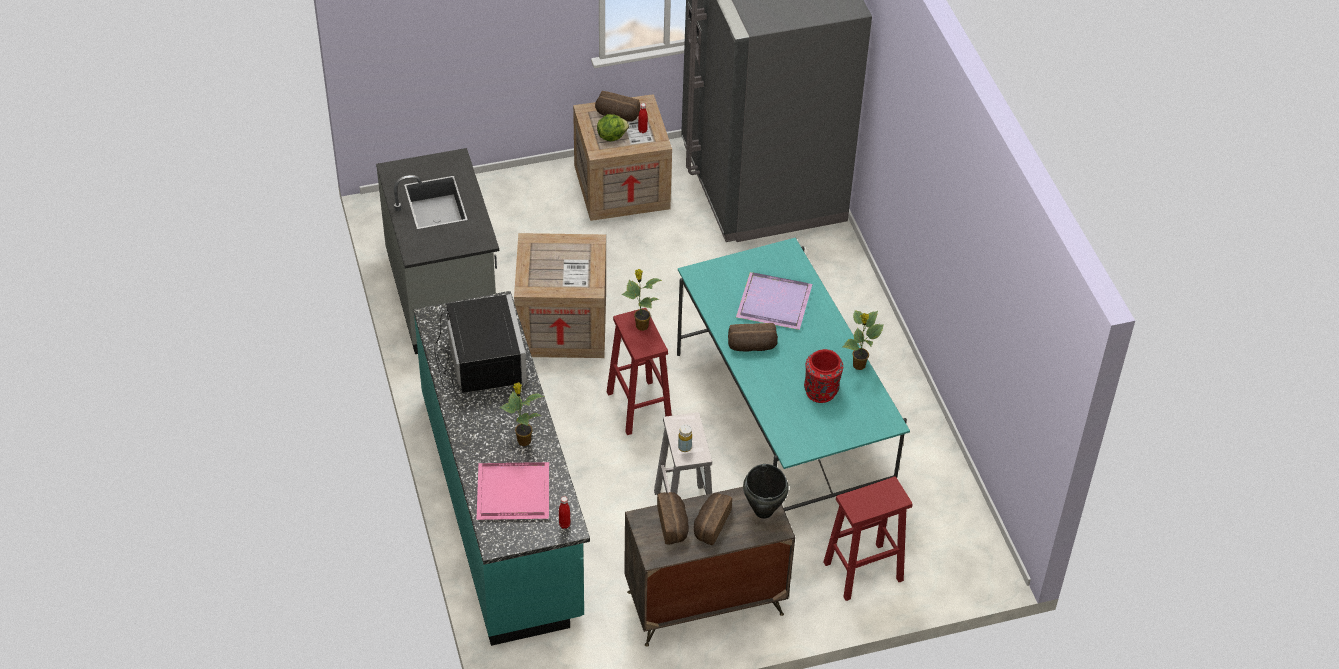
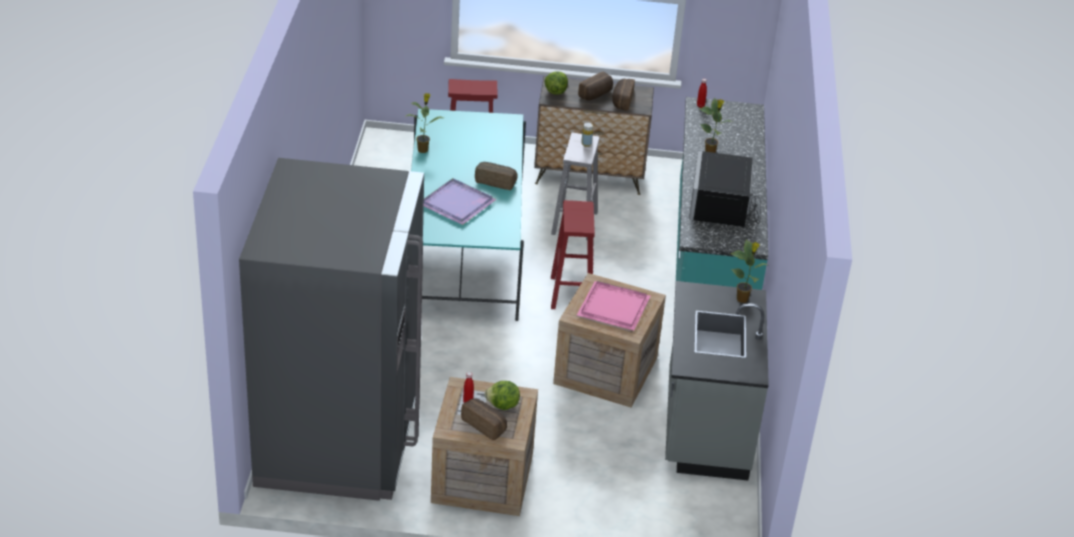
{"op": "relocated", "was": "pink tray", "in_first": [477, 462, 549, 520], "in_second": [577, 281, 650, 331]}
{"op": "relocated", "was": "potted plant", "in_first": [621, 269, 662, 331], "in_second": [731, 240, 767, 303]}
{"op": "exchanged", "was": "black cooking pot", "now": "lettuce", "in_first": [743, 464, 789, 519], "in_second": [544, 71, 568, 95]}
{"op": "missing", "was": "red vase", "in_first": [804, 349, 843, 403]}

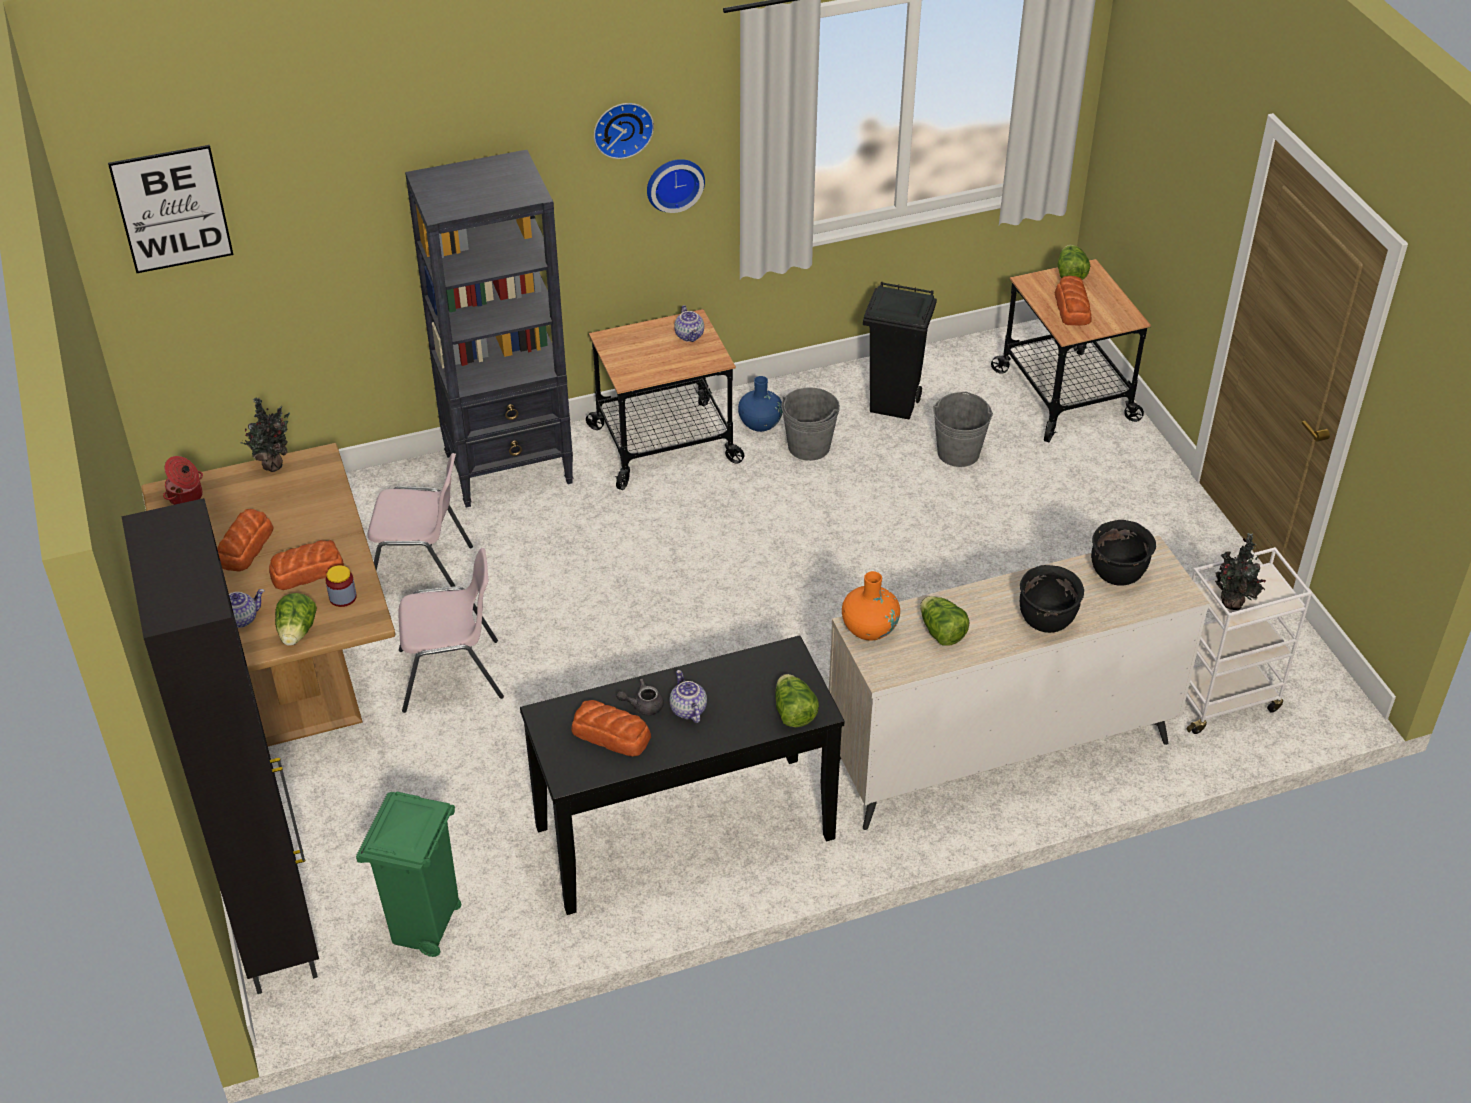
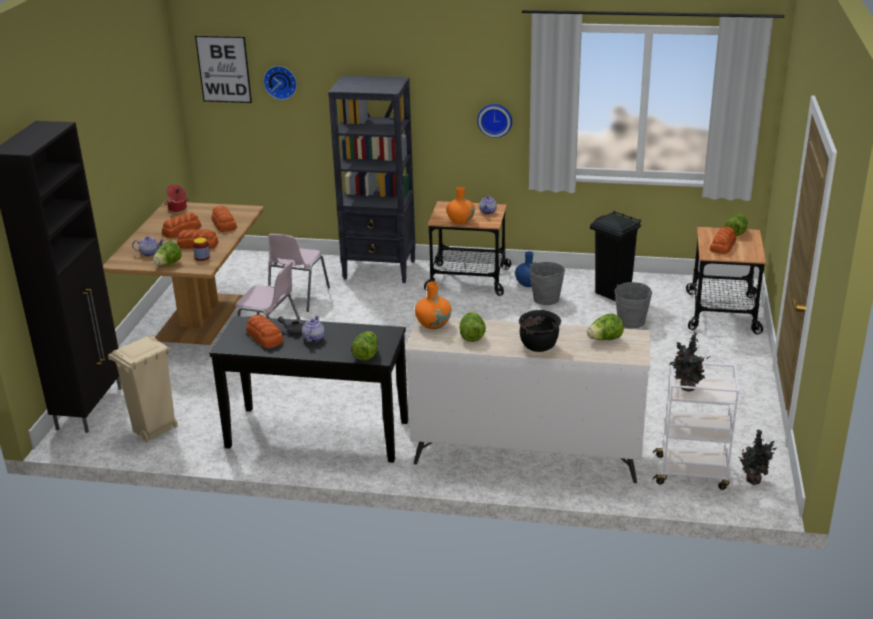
{"op": "relocated", "was": "potted plant", "in_first": [240, 397, 290, 472], "in_second": [739, 429, 777, 485]}
{"op": "colour", "was": "green trash can", "now": "beige trash can", "in_first": [356, 791, 461, 957], "in_second": [108, 335, 178, 443]}
{"op": "spun", "was": "pink chair", "in_first": [368, 453, 473, 587], "in_second": [268, 234, 330, 312], "clockwise": 75}
{"op": "relocated", "was": "wall clock", "in_first": [594, 103, 654, 159], "in_second": [263, 66, 297, 100]}
{"op": "exchanged", "was": "black cooking pot", "now": "lettuce", "in_first": [1091, 520, 1156, 586], "in_second": [587, 314, 624, 340]}
{"op": "appeared", "now": "bread", "in_second": [212, 206, 237, 232]}
{"op": "appeared", "now": "orange vase", "in_second": [447, 187, 475, 224]}

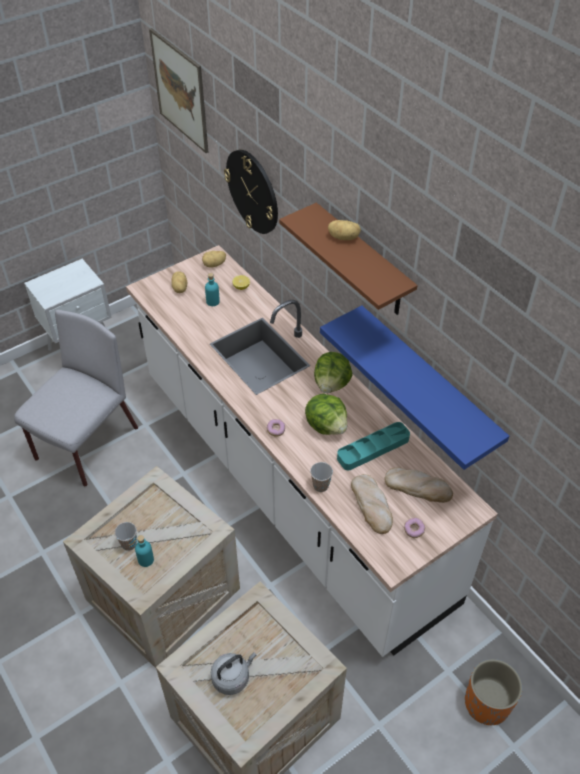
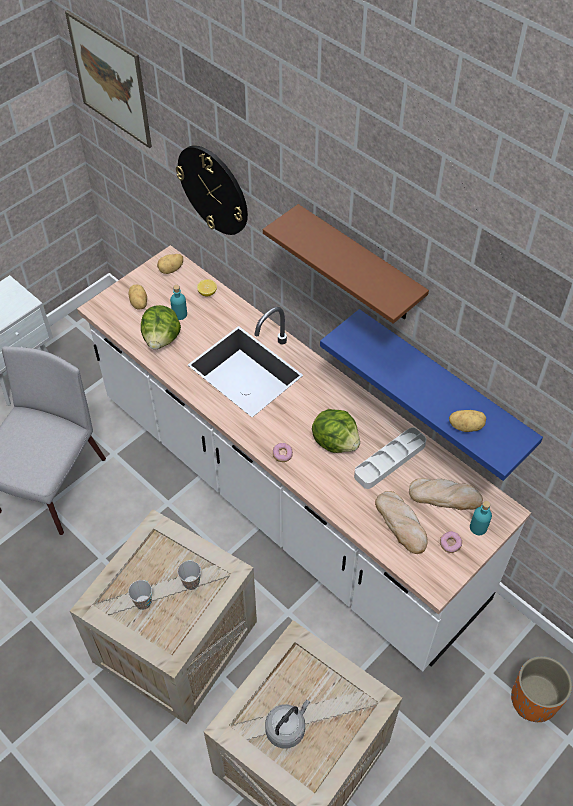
{"op": "relocated", "was": "turquoise bottle", "in_first": [135, 535, 154, 567], "in_second": [470, 501, 492, 535]}
{"op": "relocated", "was": "cup", "in_first": [310, 462, 333, 492], "in_second": [177, 560, 201, 590]}
{"op": "relocated", "was": "lettuce", "in_first": [314, 352, 353, 393], "in_second": [141, 305, 181, 350]}
{"op": "relocated", "was": "potato", "in_first": [328, 220, 361, 240], "in_second": [449, 410, 486, 432]}
{"op": "colour", "was": "turquoise tray", "now": "white tray", "in_first": [337, 422, 410, 470], "in_second": [354, 427, 426, 489]}

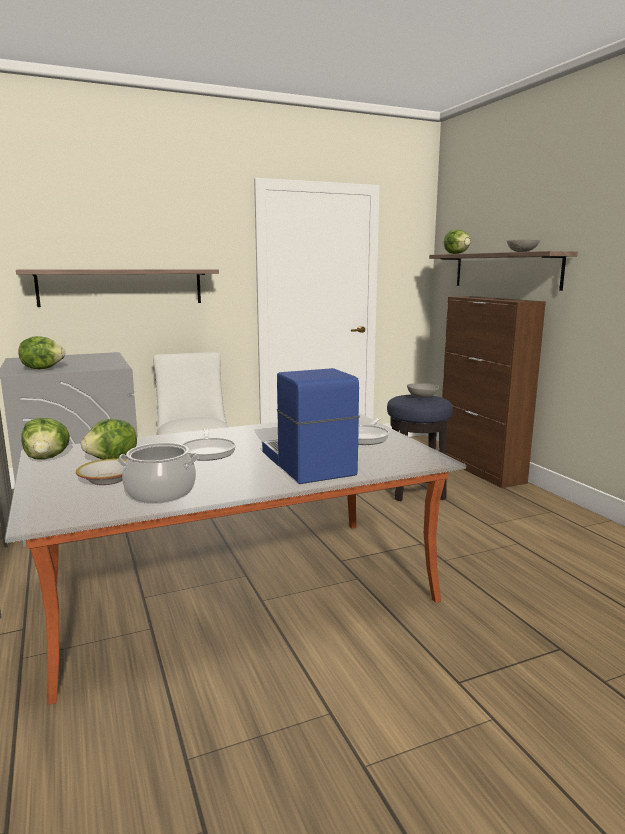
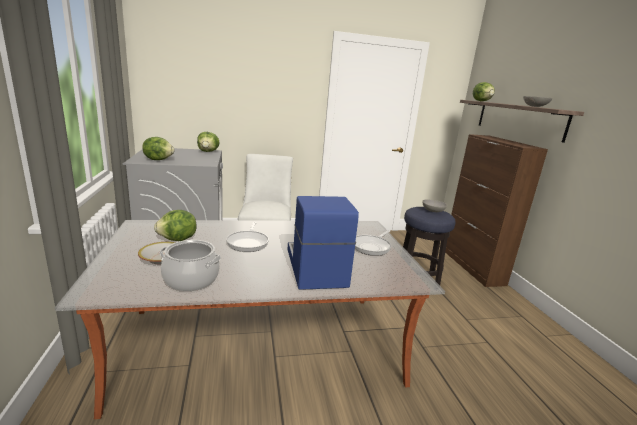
{"op": "missing", "was": "shelf", "in_first": [16, 269, 219, 307]}
{"op": "relocated", "was": "lettuce", "in_first": [22, 418, 70, 460], "in_second": [197, 132, 220, 152]}

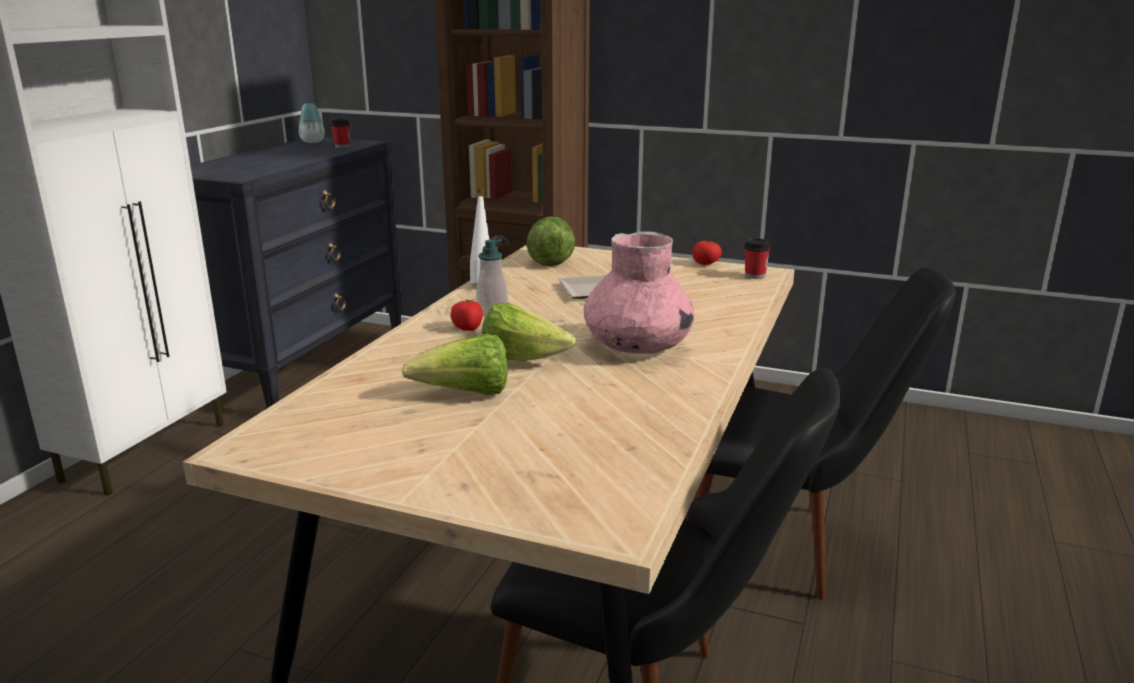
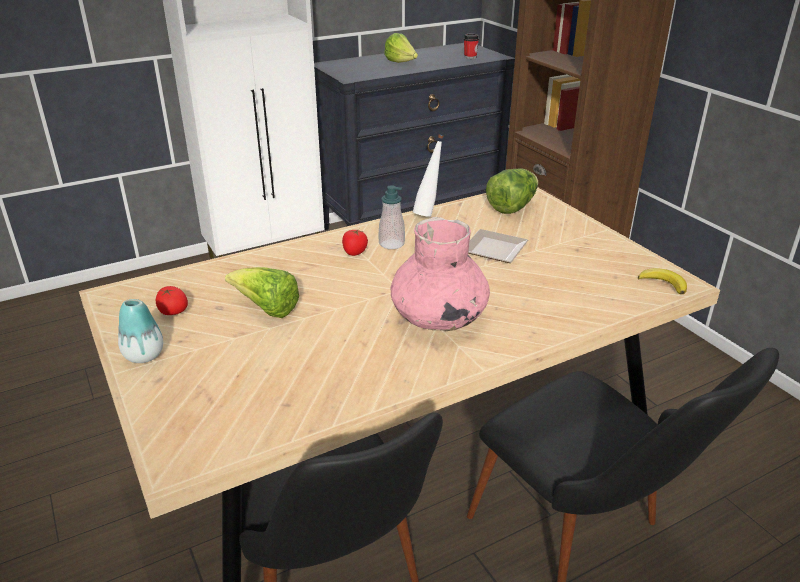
{"op": "relocated", "was": "vase", "in_first": [299, 104, 325, 143], "in_second": [118, 299, 163, 363]}
{"op": "relocated", "was": "lettuce", "in_first": [481, 302, 576, 361], "in_second": [384, 33, 418, 63]}
{"op": "relocated", "was": "tomato", "in_first": [692, 241, 722, 265], "in_second": [156, 286, 188, 315]}
{"op": "exchanged", "was": "cup", "now": "banana", "in_first": [744, 238, 771, 279], "in_second": [638, 268, 687, 294]}

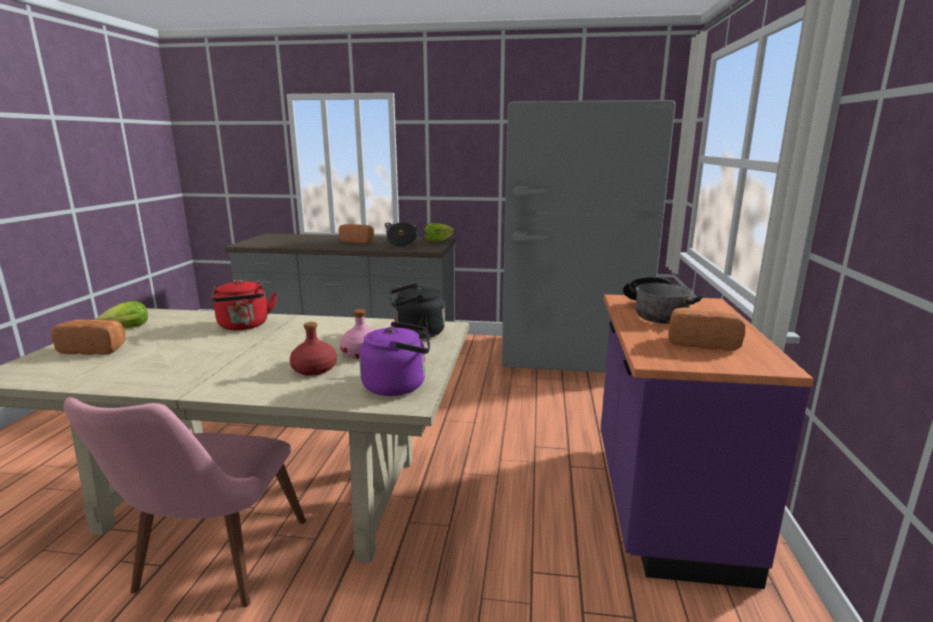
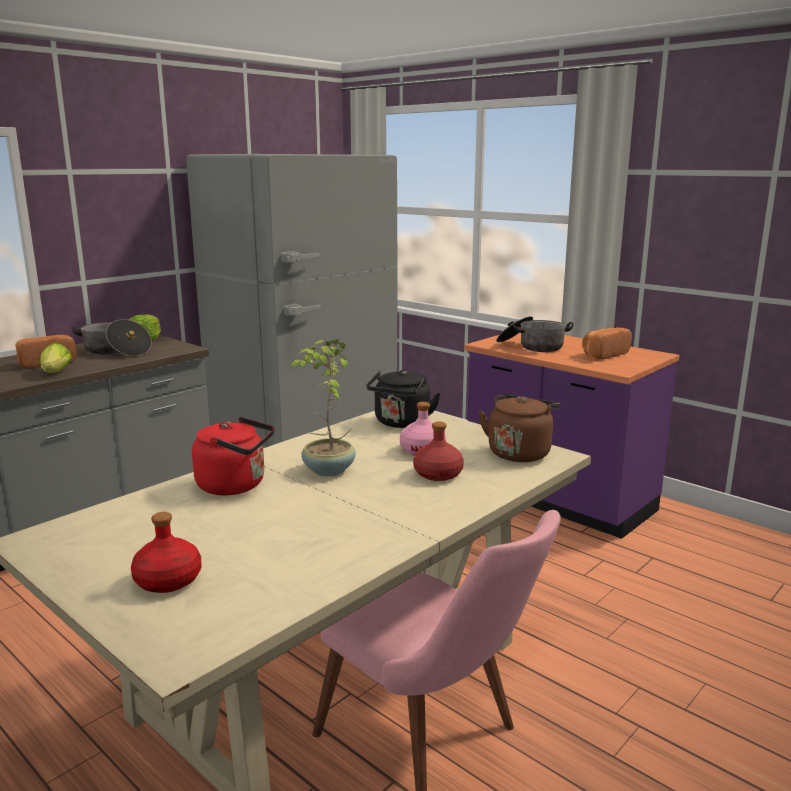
{"op": "exchanged", "was": "bread", "now": "red bottle", "in_first": [51, 319, 126, 355], "in_second": [131, 512, 201, 593]}
{"op": "relocated", "was": "lettuce", "in_first": [96, 301, 148, 328], "in_second": [40, 343, 71, 373]}
{"op": "colour", "was": "purple kettle", "now": "brown kettle", "in_first": [359, 322, 430, 396], "in_second": [478, 395, 560, 462]}
{"op": "appeared", "now": "potted plant", "in_second": [290, 339, 356, 476]}

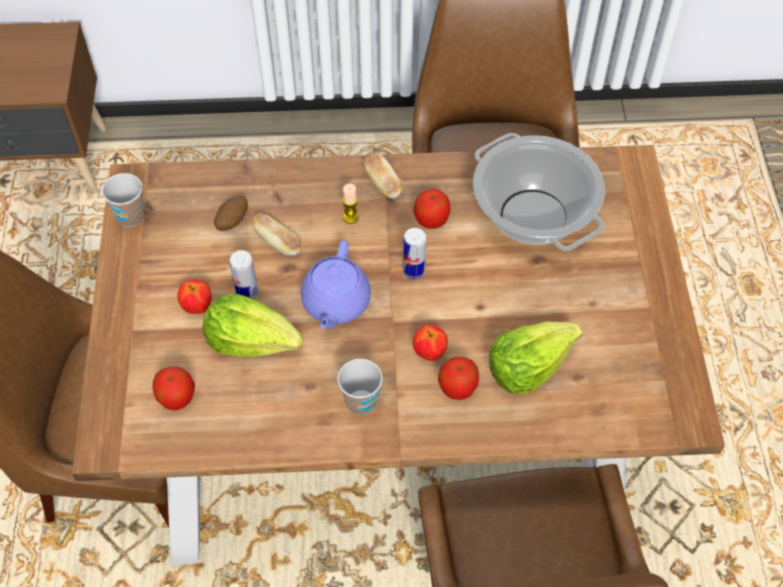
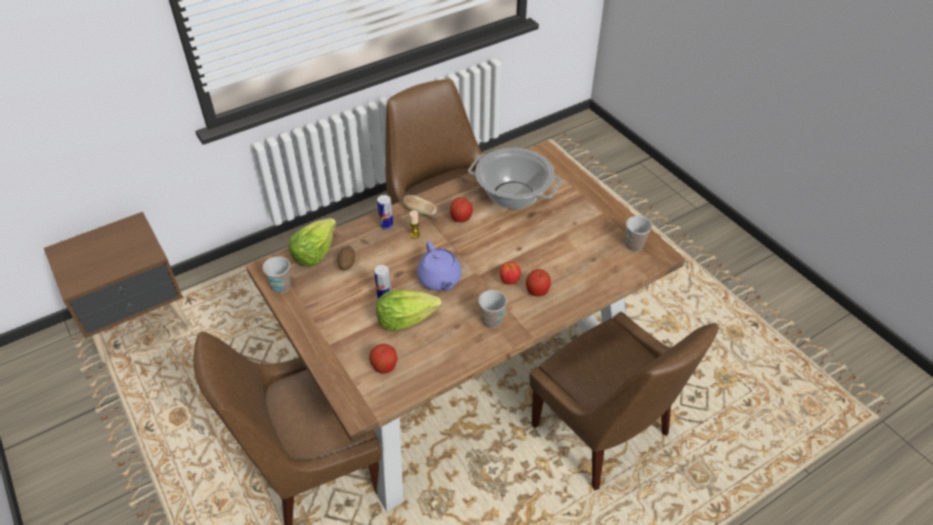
{"op": "missing", "was": "apple", "in_first": [177, 280, 212, 314]}
{"op": "missing", "was": "bread", "in_first": [252, 213, 302, 256]}
{"op": "relocated", "was": "can", "in_first": [403, 228, 427, 279], "in_second": [377, 195, 393, 230]}
{"op": "relocated", "was": "lettuce", "in_first": [489, 322, 582, 393], "in_second": [288, 218, 336, 267]}
{"op": "appeared", "now": "cup", "in_second": [626, 216, 652, 252]}

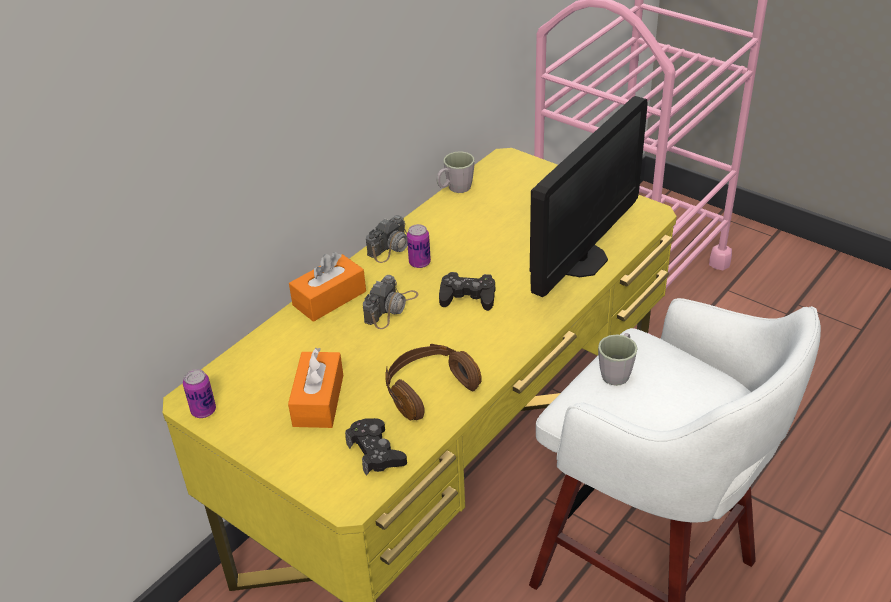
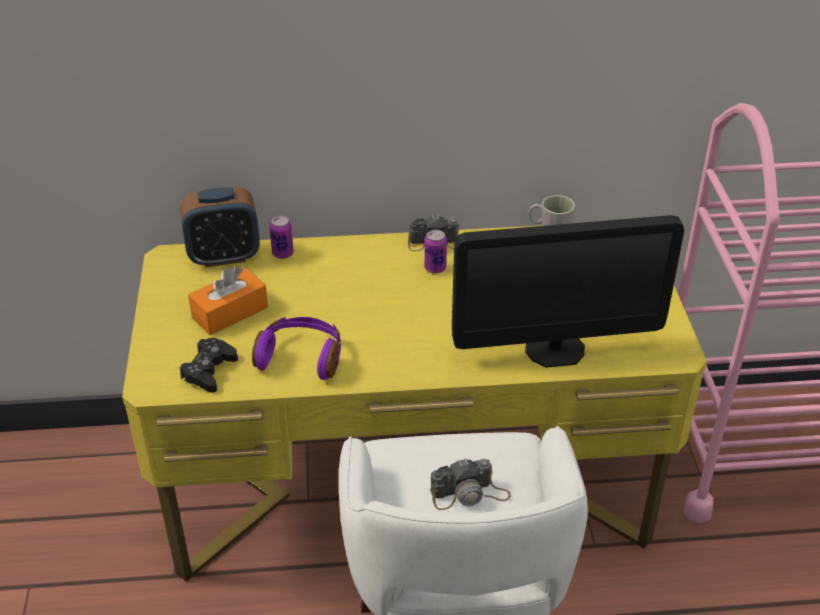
{"op": "relocated", "was": "can", "in_first": [183, 369, 216, 418], "in_second": [269, 215, 294, 259]}
{"op": "missing", "was": "orange tissue box", "in_first": [289, 252, 366, 322]}
{"op": "relocated", "was": "photo camera", "in_first": [363, 275, 418, 329], "in_second": [430, 458, 511, 510]}
{"op": "colour", "was": "brown headphones", "now": "purple headphones", "in_first": [385, 344, 482, 420], "in_second": [252, 317, 341, 380]}
{"op": "missing", "was": "black game controller", "in_first": [439, 272, 495, 311]}
{"op": "missing", "was": "grey mug", "in_first": [598, 333, 638, 386]}
{"op": "appeared", "now": "alarm clock", "in_second": [180, 187, 260, 267]}

